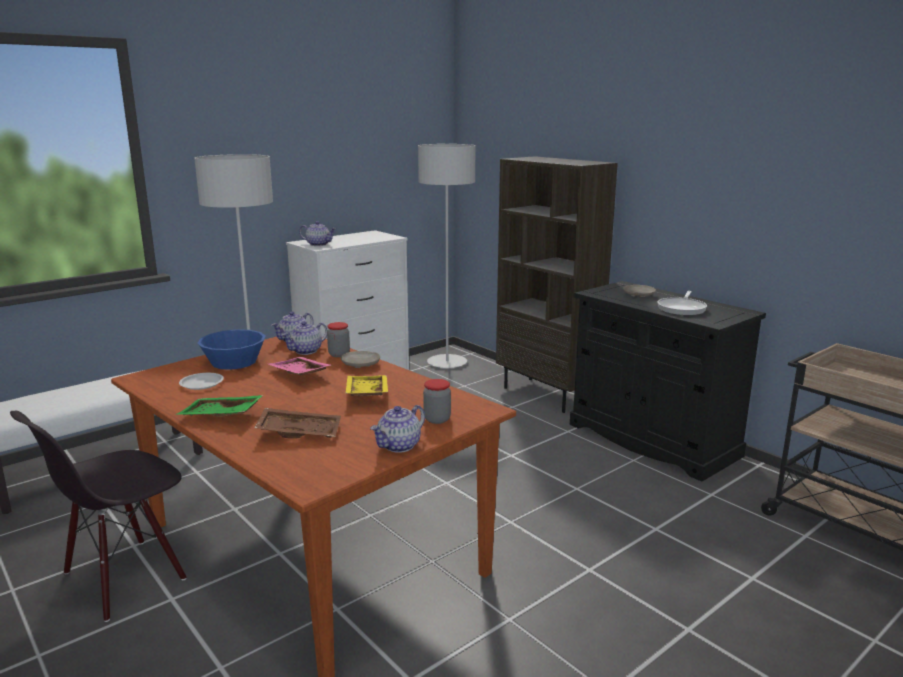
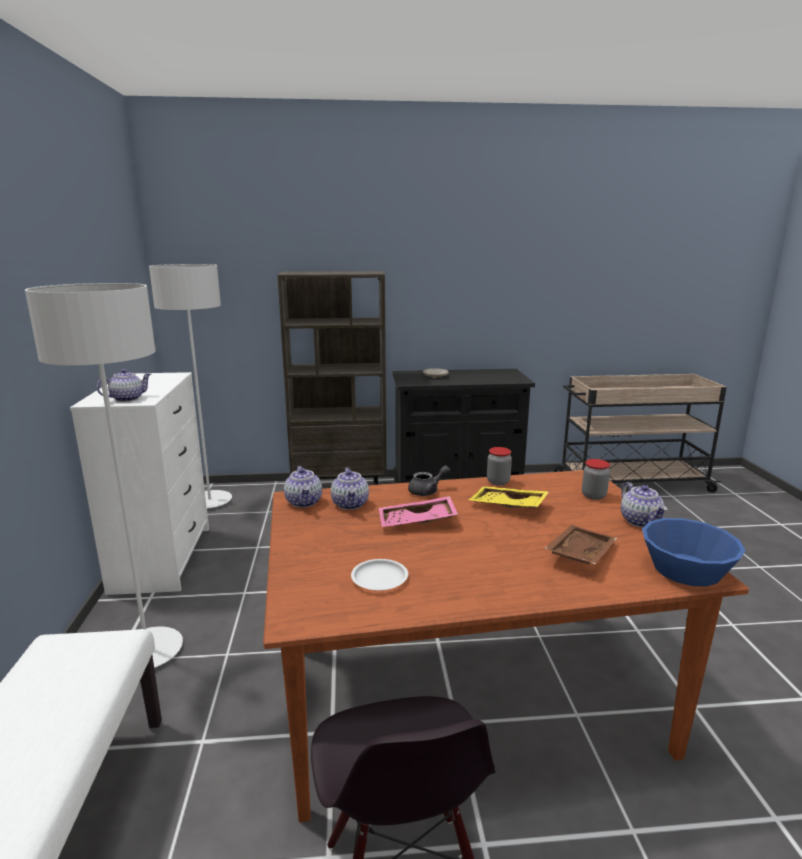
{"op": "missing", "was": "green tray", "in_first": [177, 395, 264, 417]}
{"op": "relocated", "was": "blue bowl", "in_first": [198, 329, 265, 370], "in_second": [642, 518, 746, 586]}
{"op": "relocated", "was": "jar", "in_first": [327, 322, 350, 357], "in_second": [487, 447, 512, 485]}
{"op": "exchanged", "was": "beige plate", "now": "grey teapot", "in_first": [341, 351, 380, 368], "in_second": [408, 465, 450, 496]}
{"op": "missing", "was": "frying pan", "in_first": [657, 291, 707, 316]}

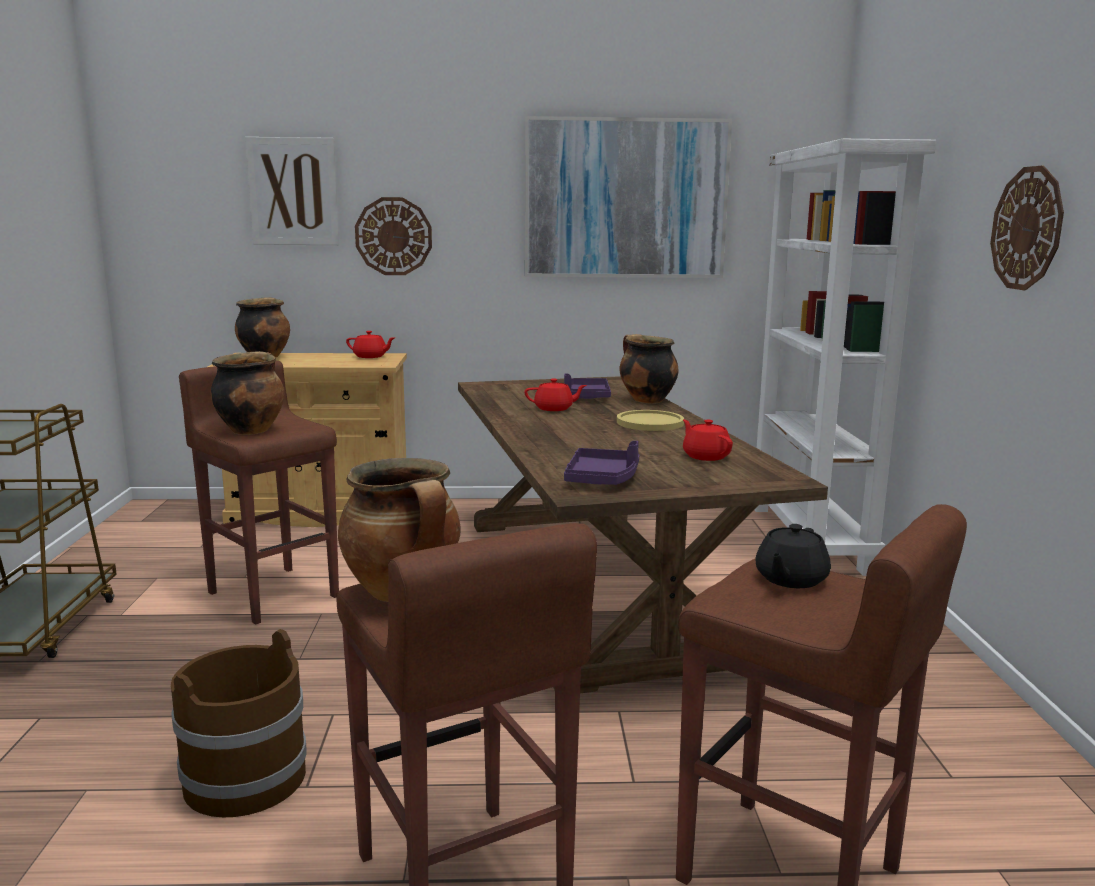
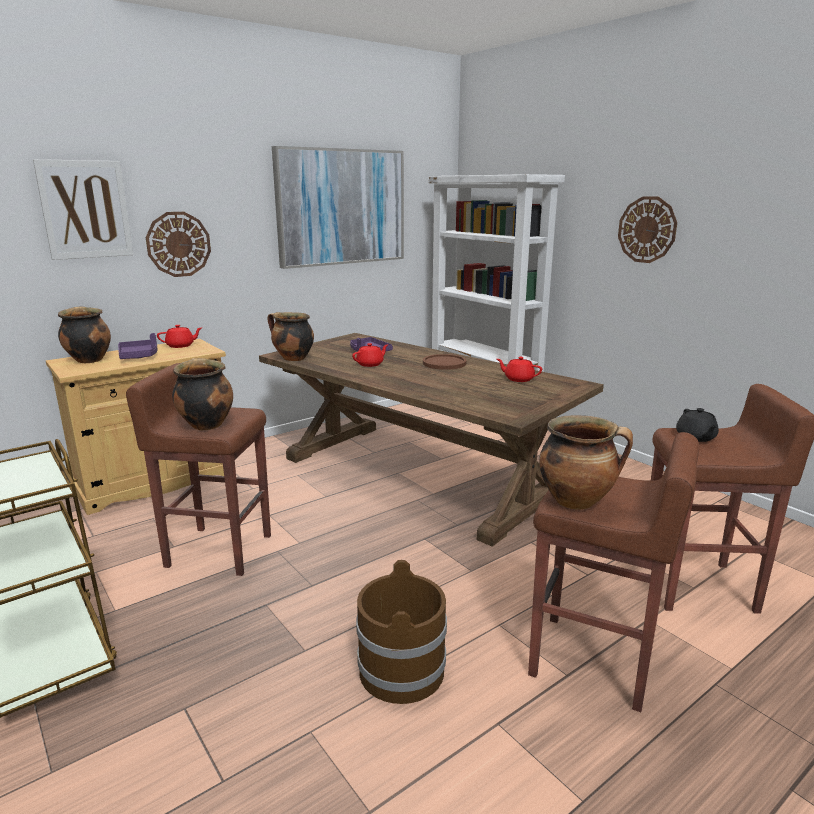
{"op": "relocated", "was": "purple tray", "in_first": [564, 441, 639, 485], "in_second": [118, 333, 158, 359]}
{"op": "colour", "was": "yellow plate", "now": "brown plate", "in_first": [617, 410, 684, 431], "in_second": [423, 354, 466, 370]}
{"op": "relocated", "was": "cooking pot", "in_first": [619, 334, 678, 404], "in_second": [268, 312, 314, 361]}

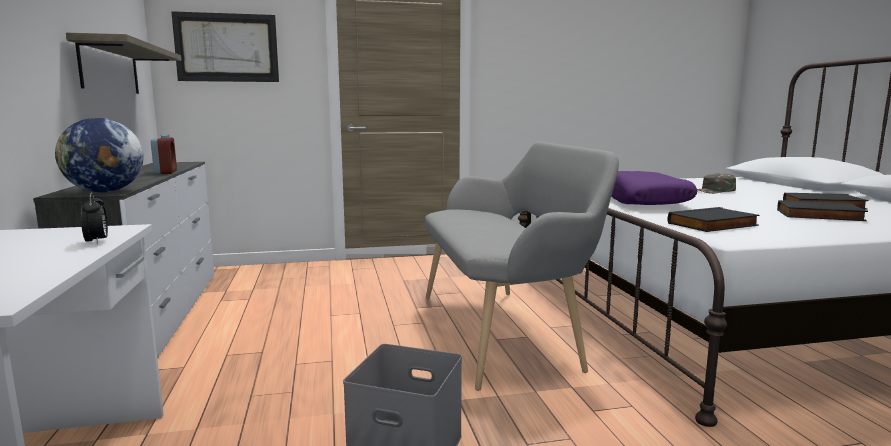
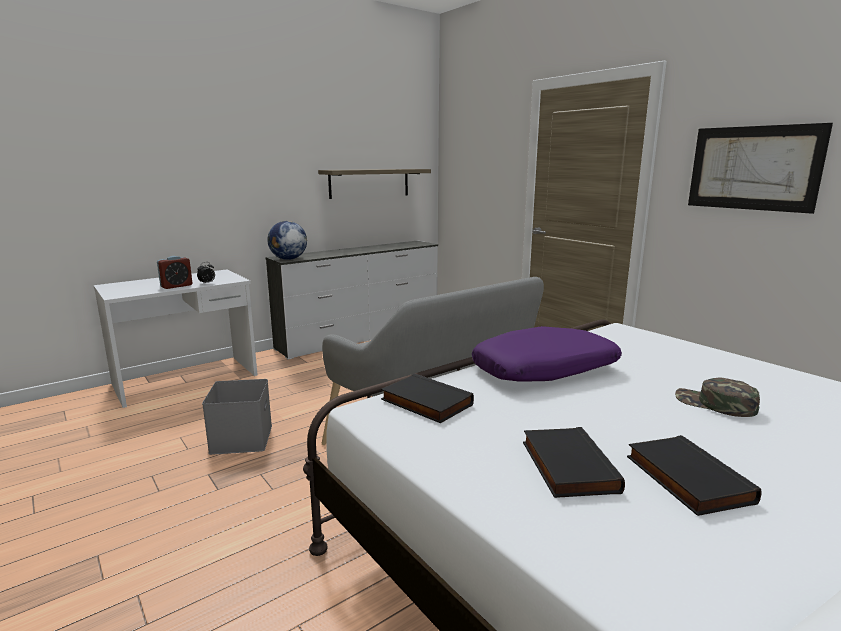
{"op": "relocated", "was": "alarm clock", "in_first": [151, 134, 177, 174], "in_second": [157, 256, 192, 289]}
{"op": "relocated", "was": "picture", "in_first": [171, 11, 279, 82], "in_second": [688, 123, 833, 214]}

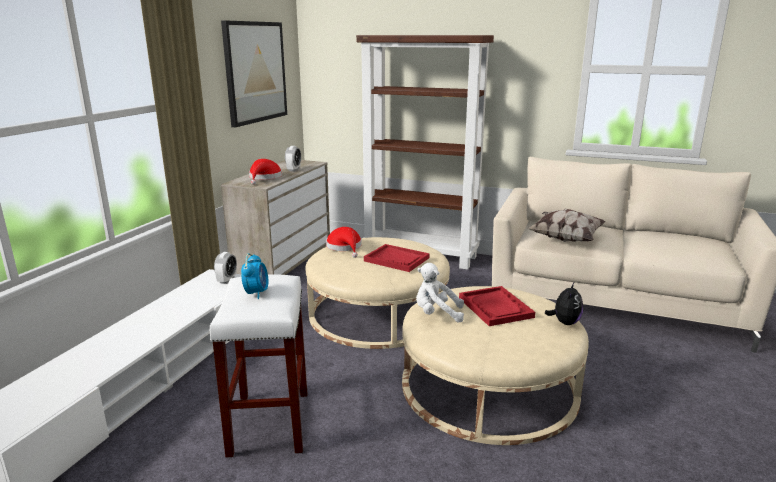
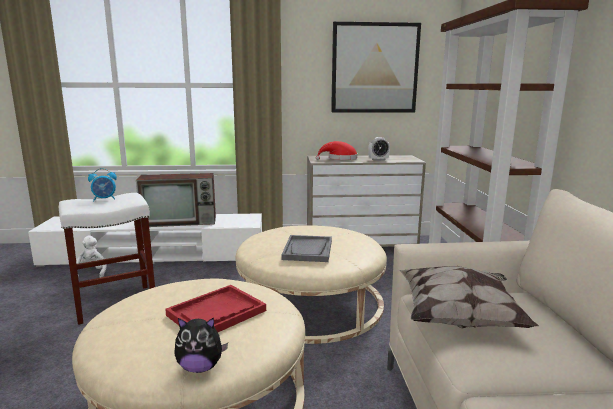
{"op": "missing", "was": "alarm clock", "in_first": [214, 252, 237, 284]}
{"op": "missing", "was": "red hat", "in_first": [326, 227, 362, 258]}
{"op": "colour", "was": "red tray", "now": "grey tray", "in_first": [364, 244, 429, 272], "in_second": [282, 235, 332, 262]}
{"op": "relocated", "was": "white plush toy", "in_first": [416, 263, 464, 323], "in_second": [76, 236, 107, 278]}
{"op": "appeared", "now": "television", "in_second": [136, 173, 216, 227]}

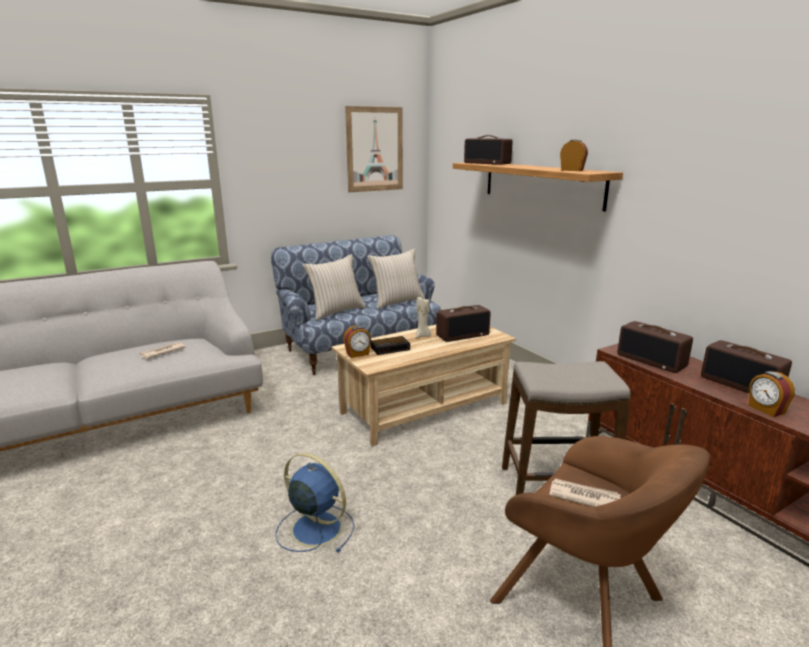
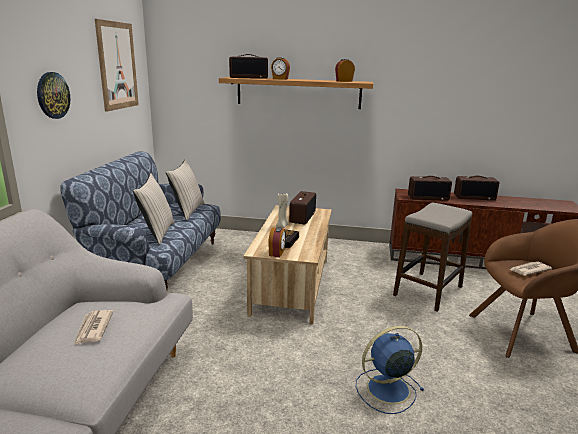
{"op": "relocated", "was": "alarm clock", "in_first": [749, 371, 795, 417], "in_second": [271, 57, 290, 80]}
{"op": "appeared", "now": "wall clock", "in_second": [37, 72, 70, 119]}

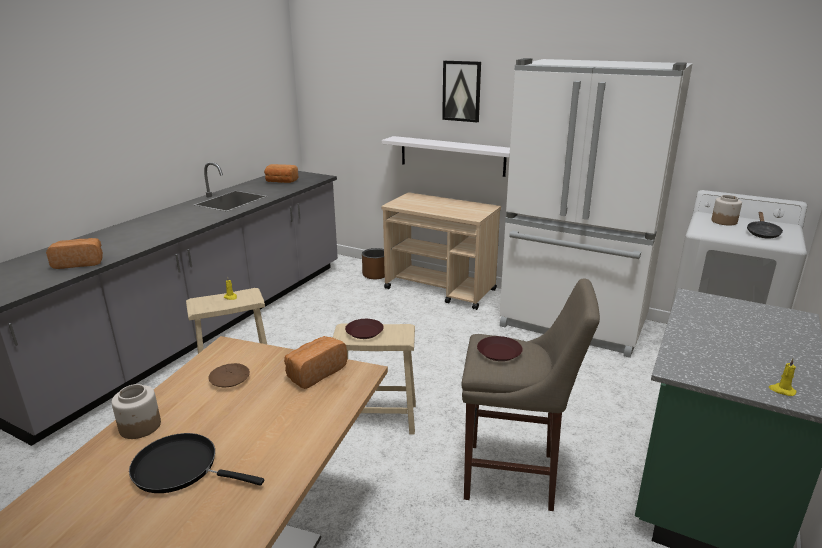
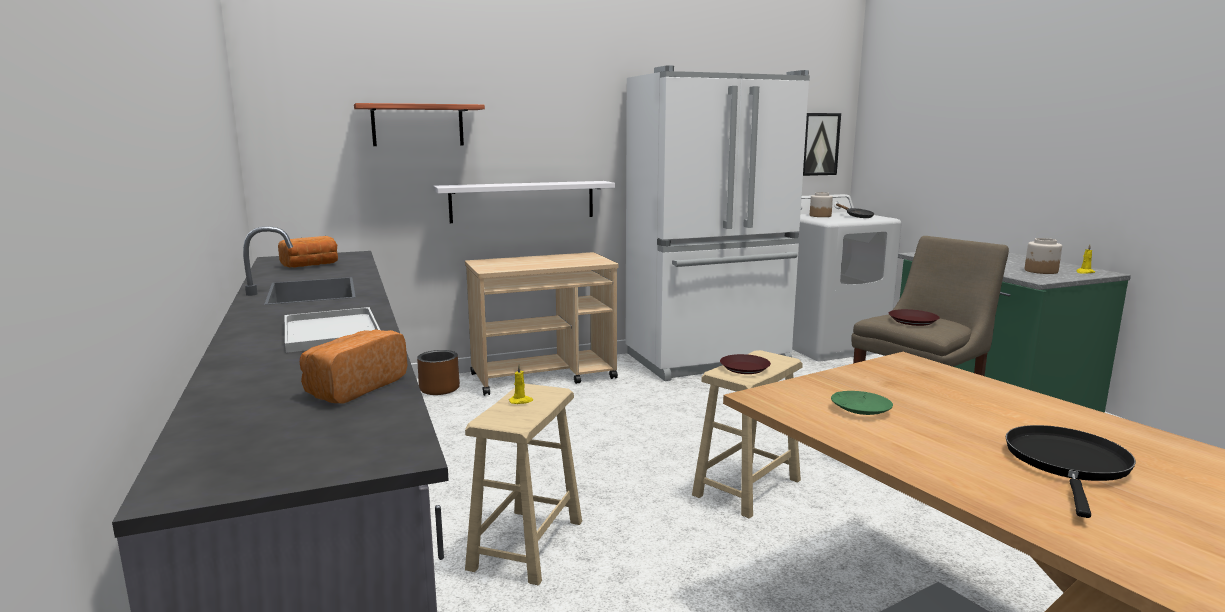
{"op": "relocated", "was": "jar", "in_first": [111, 384, 161, 439], "in_second": [1025, 238, 1062, 274]}
{"op": "spun", "was": "black frying pan", "in_first": [129, 433, 264, 493], "in_second": [1006, 425, 1136, 518], "clockwise": 150}
{"op": "colour", "was": "brown plate", "now": "green plate", "in_first": [208, 363, 250, 387], "in_second": [831, 391, 893, 415]}
{"op": "missing", "was": "bread", "in_first": [284, 336, 347, 389]}
{"op": "relocated", "was": "picture", "in_first": [442, 61, 481, 123], "in_second": [803, 113, 841, 176]}
{"op": "appeared", "now": "white tray", "in_second": [285, 307, 380, 353]}
{"op": "appeared", "now": "shelf", "in_second": [354, 103, 485, 146]}

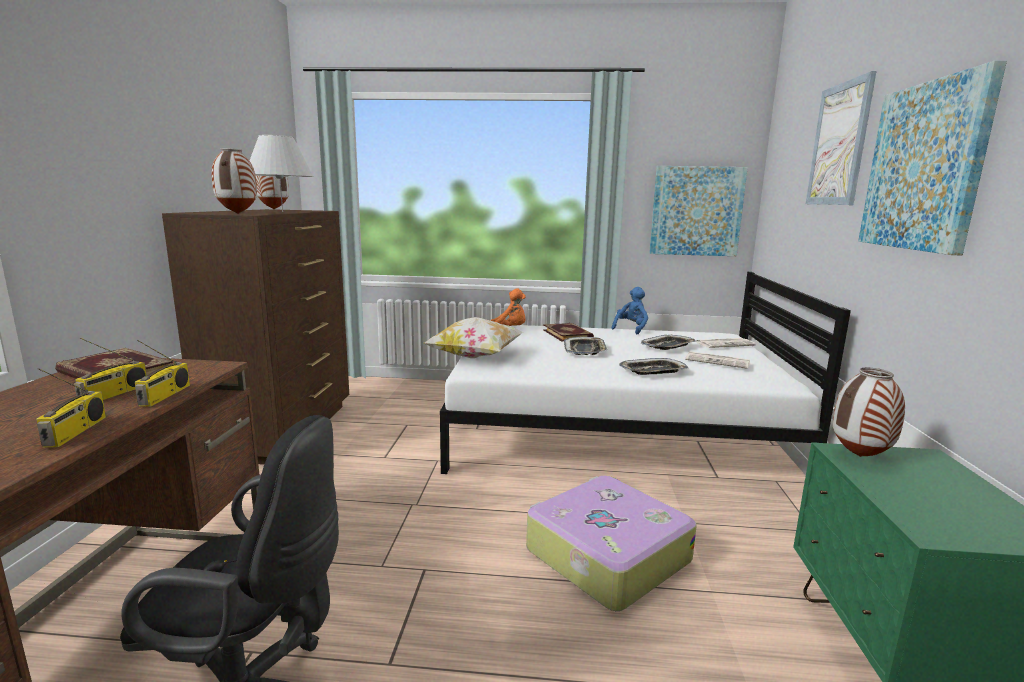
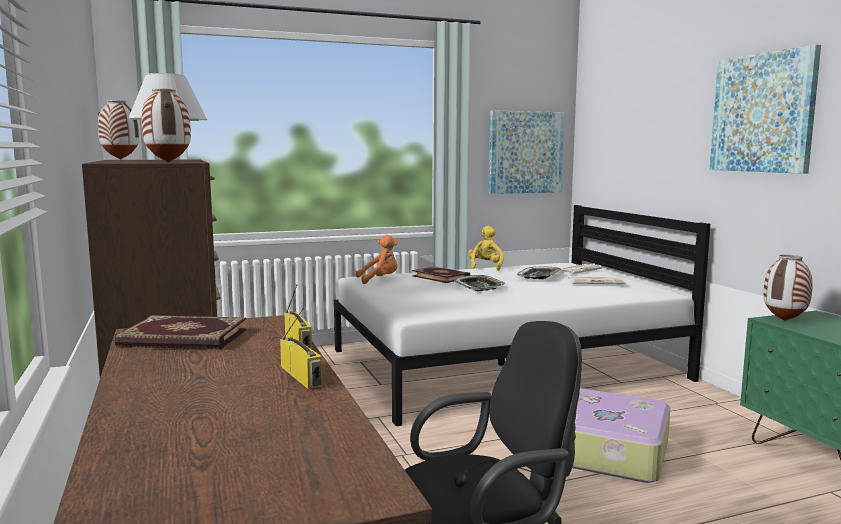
{"op": "missing", "was": "radio", "in_first": [74, 338, 147, 400]}
{"op": "missing", "was": "pillow", "in_first": [423, 317, 523, 358]}
{"op": "colour", "was": "blue plush toy", "now": "yellow plush toy", "in_first": [612, 287, 648, 334], "in_second": [468, 226, 504, 271]}
{"op": "missing", "was": "tray", "in_first": [619, 358, 688, 375]}
{"op": "missing", "was": "picture", "in_first": [805, 71, 876, 205]}

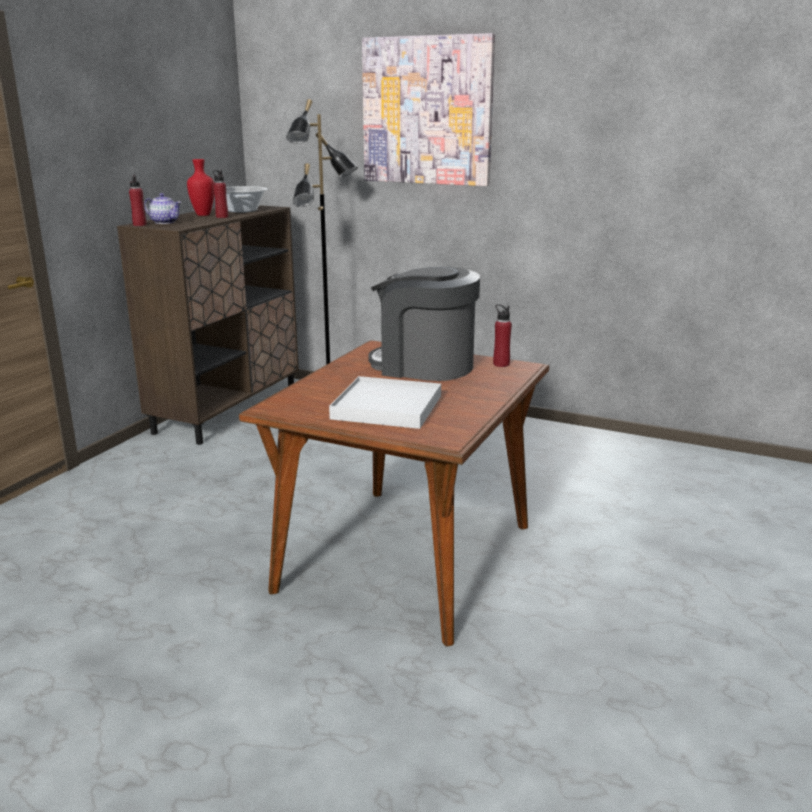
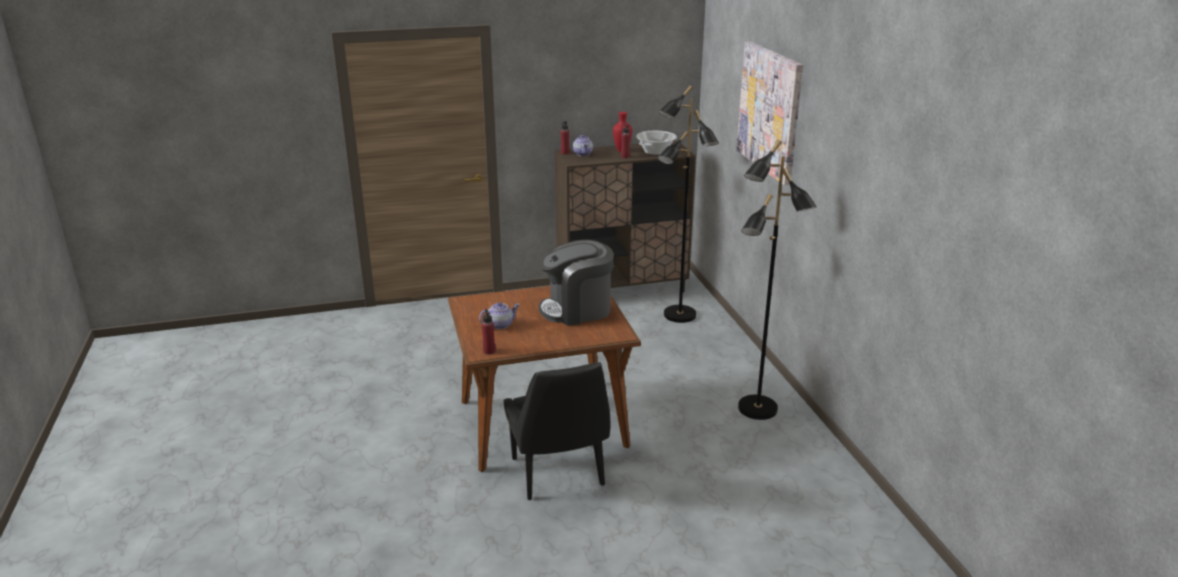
{"op": "exchanged", "was": "white tray", "now": "teapot", "in_first": [329, 376, 441, 429], "in_second": [479, 302, 520, 329]}
{"op": "spun", "was": "coffee machine", "in_first": [369, 267, 480, 381], "in_second": [539, 240, 614, 326], "clockwise": -90}
{"op": "relocated", "was": "red bottle", "in_first": [493, 304, 512, 367], "in_second": [482, 309, 495, 354]}
{"op": "appeared", "now": "black chair", "in_second": [503, 362, 611, 500]}
{"op": "appeared", "now": "black floor lamp", "in_second": [738, 140, 817, 420]}

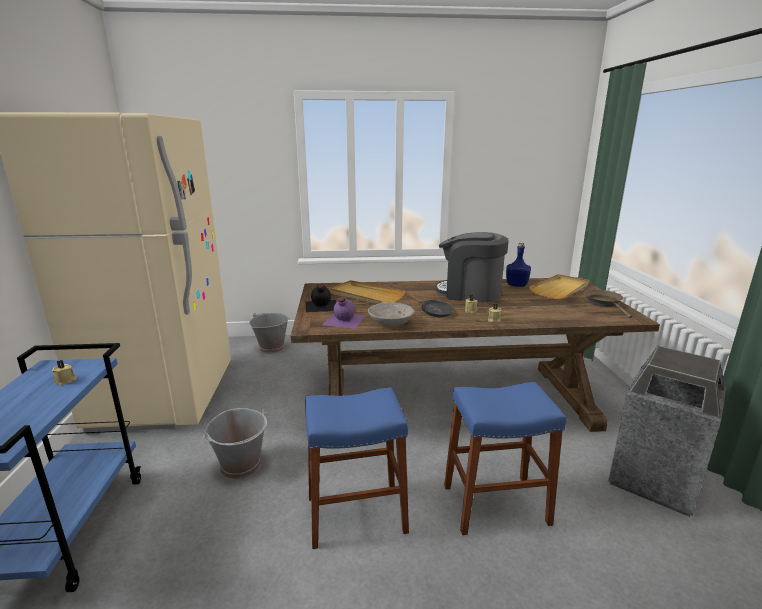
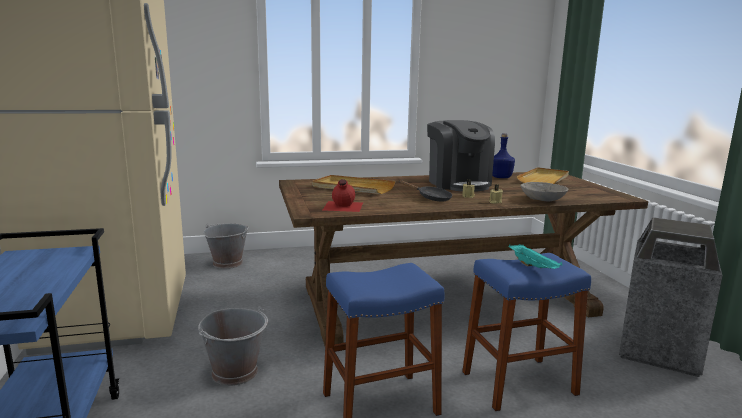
{"op": "missing", "was": "beige candle", "in_first": [52, 360, 77, 385]}
{"op": "missing", "was": "black bottle", "in_first": [305, 284, 336, 312]}
{"op": "colour", "was": "purple bottle", "now": "red bottle", "in_first": [322, 296, 365, 329], "in_second": [323, 179, 363, 212]}
{"op": "relocated", "was": "grey bowl", "in_first": [368, 302, 415, 326], "in_second": [520, 182, 568, 201]}
{"op": "spun", "was": "coffee machine", "in_first": [435, 232, 509, 302], "in_second": [427, 120, 495, 192], "clockwise": -120}
{"op": "missing", "was": "brown frying pan", "in_first": [584, 290, 632, 318]}
{"op": "appeared", "now": "turquoise tray", "in_second": [509, 244, 562, 269]}

